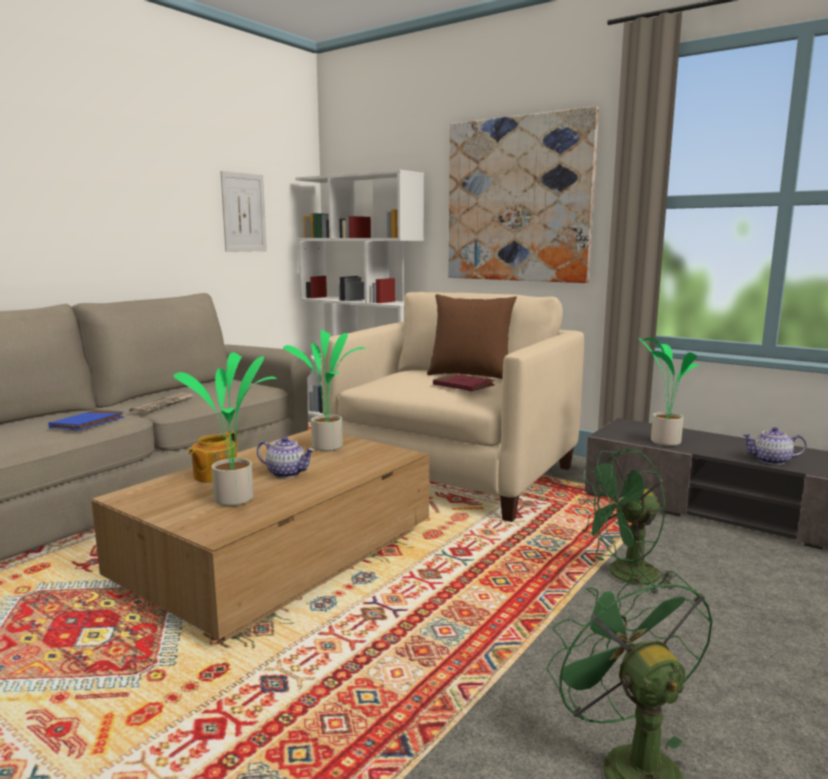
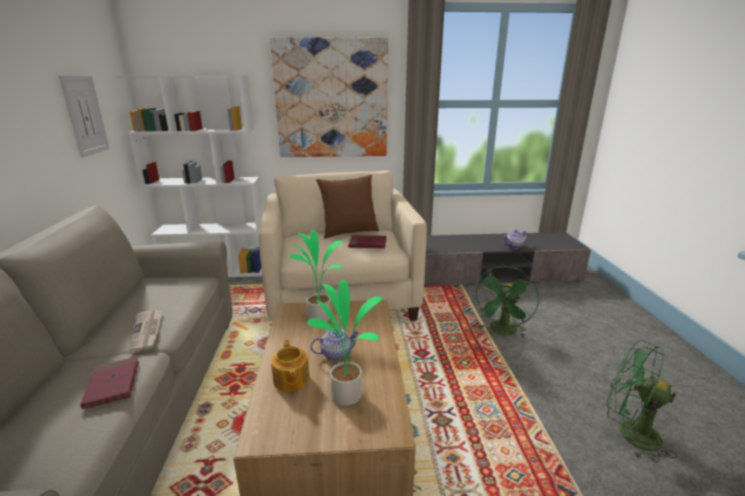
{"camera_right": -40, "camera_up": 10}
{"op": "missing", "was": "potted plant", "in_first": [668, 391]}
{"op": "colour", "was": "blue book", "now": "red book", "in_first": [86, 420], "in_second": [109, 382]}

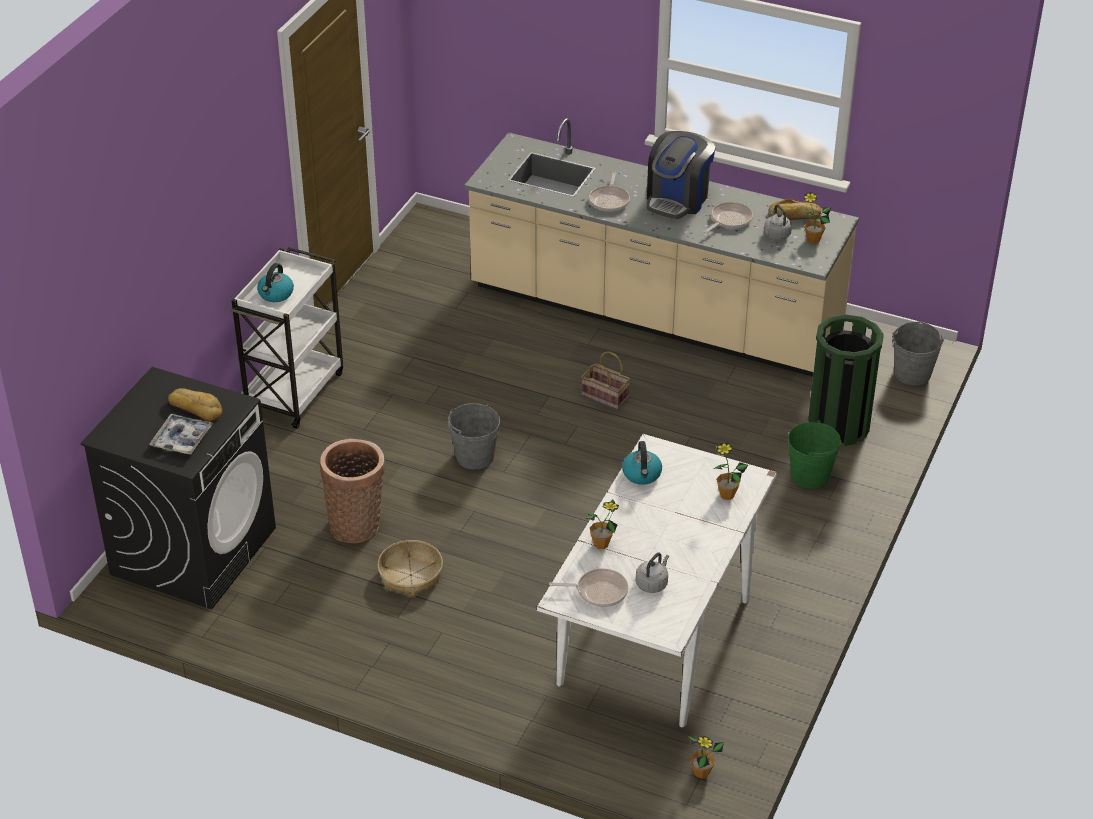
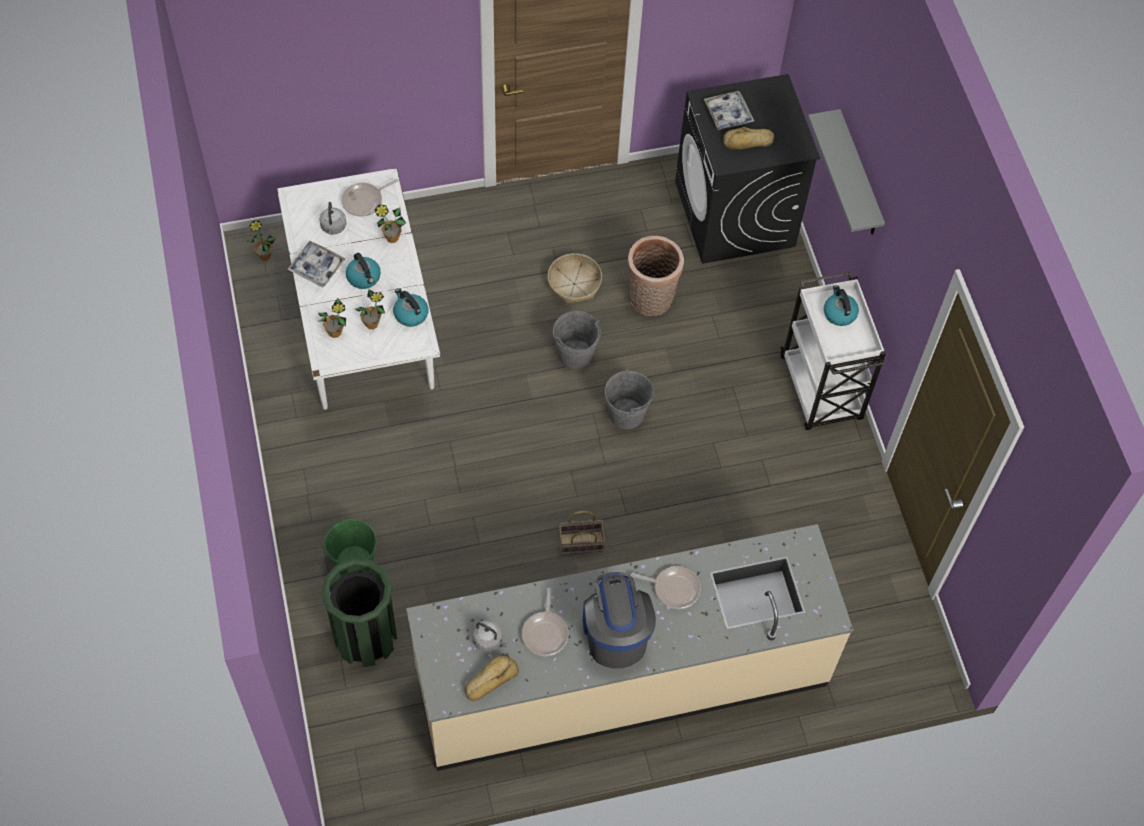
{"camera_right": 140, "camera_up": 20}
{"op": "spun", "was": "frying pan", "in_first": [609, 192], "in_second": [666, 587], "clockwise": 135}
{"op": "relocated", "was": "potted plant", "in_first": [817, 218], "in_second": [369, 309]}
{"op": "relocated", "was": "grey bucket", "in_first": [918, 353], "in_second": [577, 340]}
{"op": "appeared", "now": "grey shelf", "in_second": [846, 172]}
{"op": "appeared", "now": "tray", "in_second": [316, 264]}
{"op": "appeared", "now": "kettle", "in_second": [363, 271]}

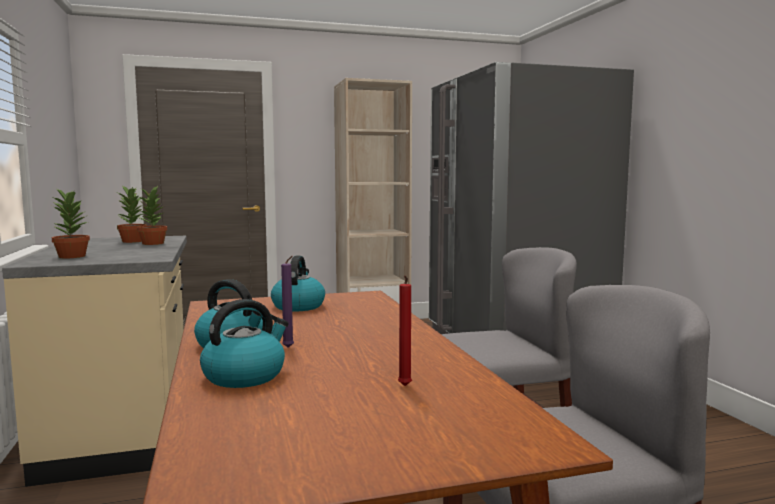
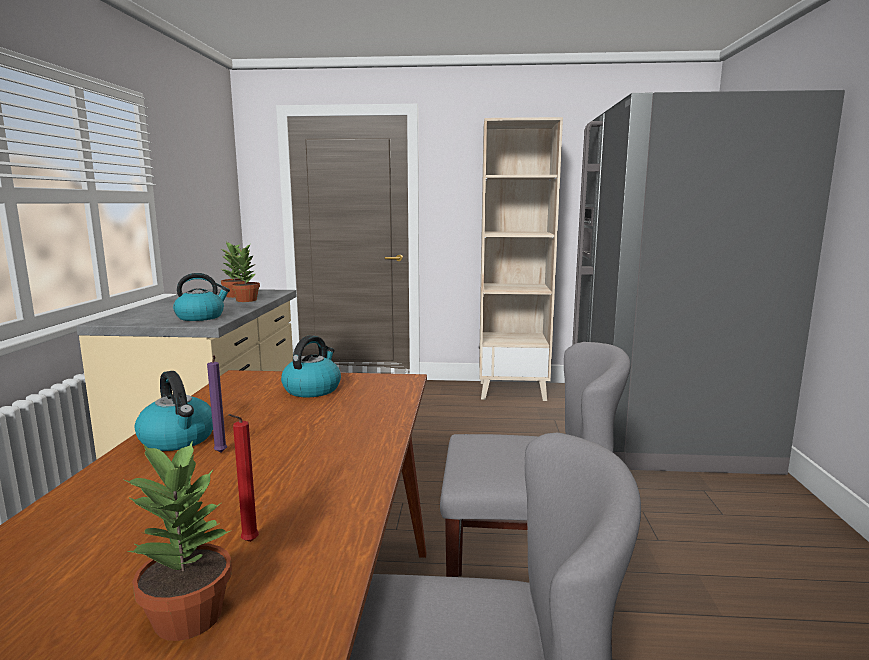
{"camera_right": 20, "camera_up": 5}
{"op": "relocated", "was": "potted plant", "in_first": [70, 223], "in_second": [178, 540]}
{"op": "relocated", "was": "kettle", "in_first": [244, 343], "in_second": [201, 297]}

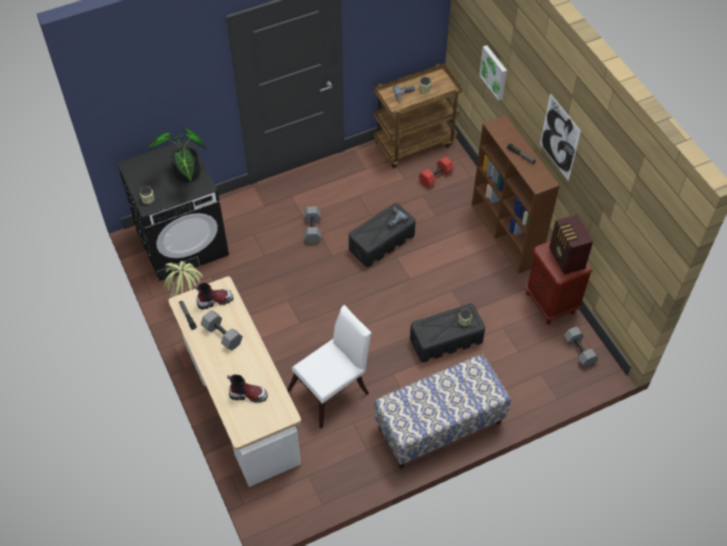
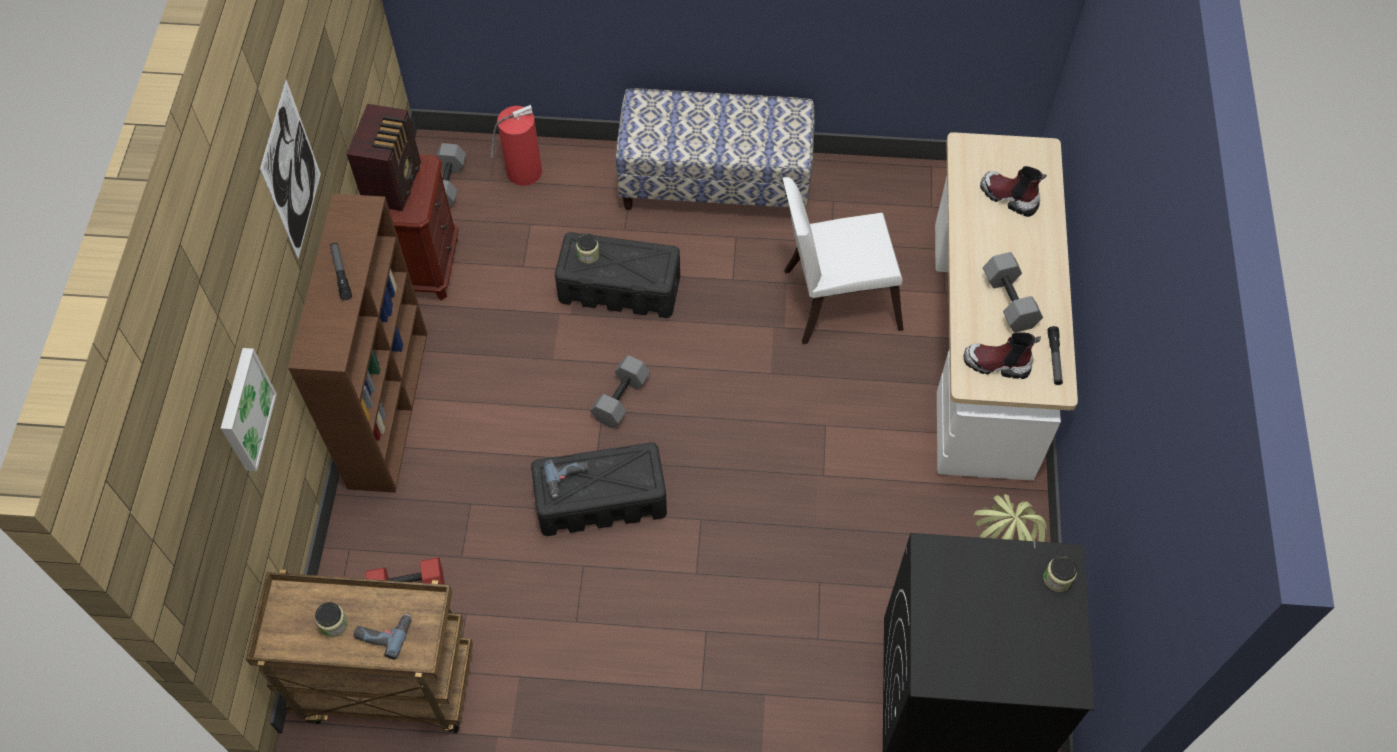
{"camera_right": -150, "camera_up": 5}
{"op": "missing", "was": "potted plant", "in_first": [176, 155]}
{"op": "relocated", "was": "grey dumbbell", "in_first": [312, 225], "in_second": [620, 391]}
{"op": "appeared", "now": "fire extinguisher", "in_second": [516, 145]}

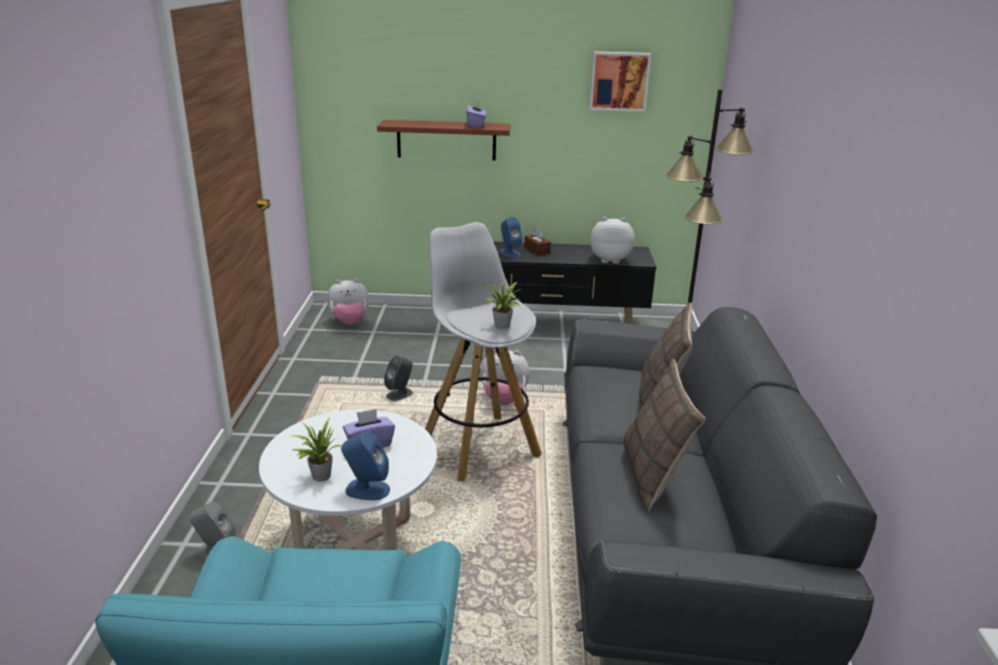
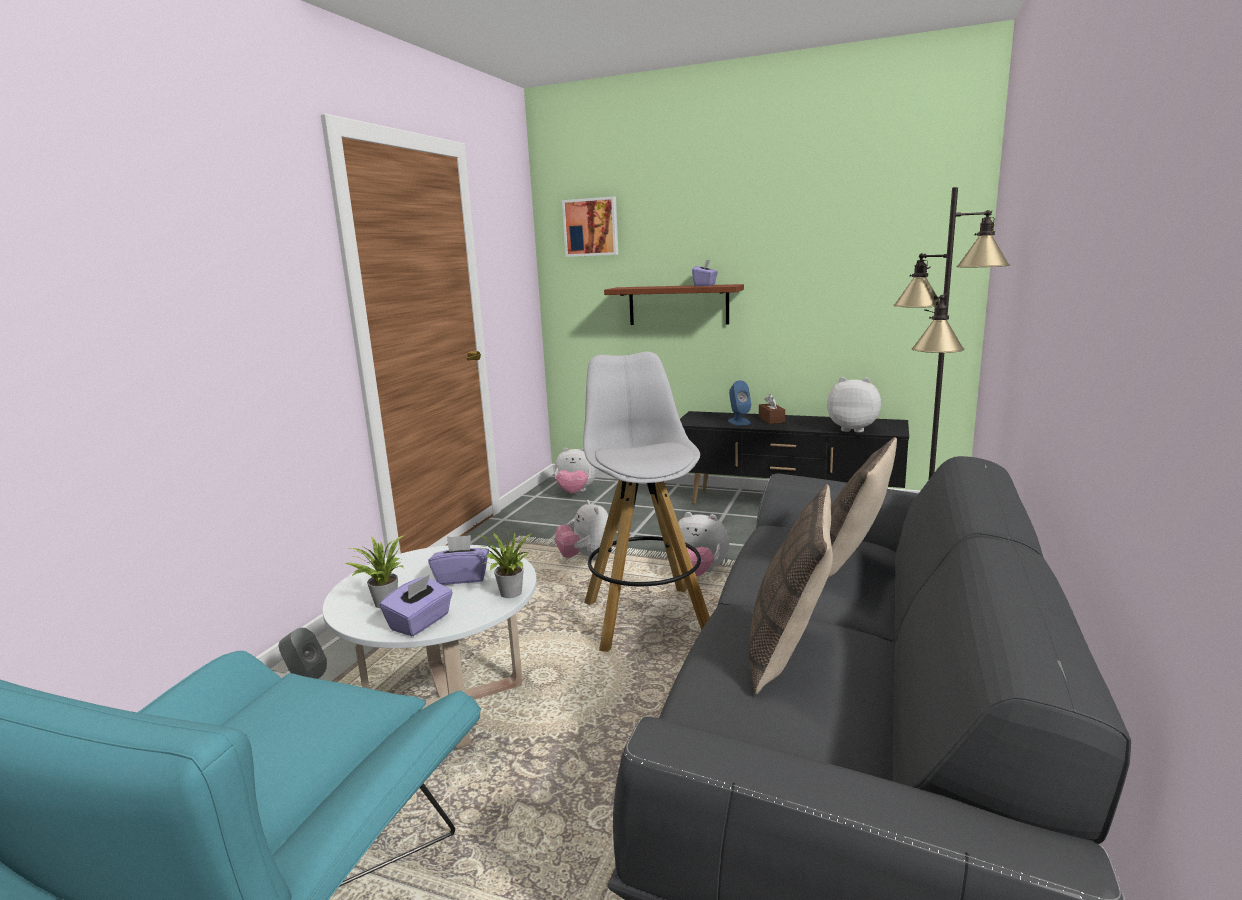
{"camera_right": 20, "camera_up": -10}
{"op": "relocated", "was": "picture", "in_first": [620, 81], "in_second": [590, 226]}
{"op": "relocated", "was": "potted plant", "in_first": [500, 305], "in_second": [504, 564]}
{"op": "exchanged", "was": "grey speaker", "now": "plush toy", "in_first": [398, 378], "in_second": [584, 530]}
{"op": "exchanged", "was": "blue speaker", "now": "purple tissue box", "in_first": [365, 465], "in_second": [416, 606]}

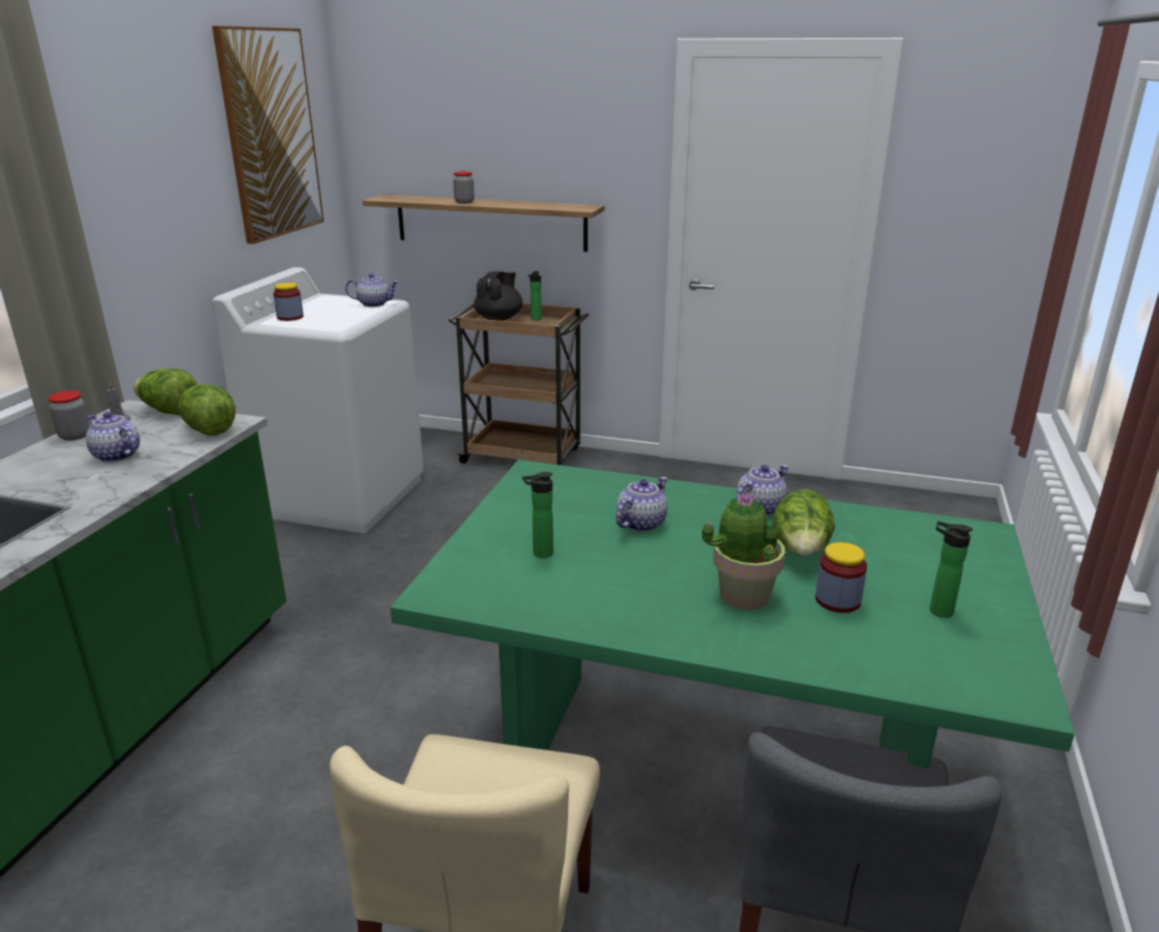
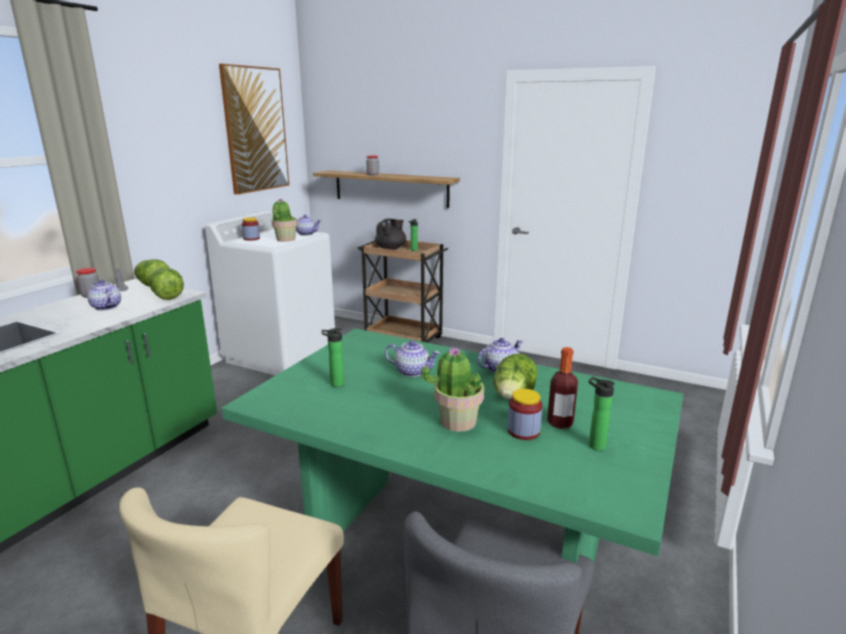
{"camera_right": 10, "camera_up": -5}
{"op": "spun", "was": "teapot", "in_first": [642, 504], "in_second": [412, 358], "clockwise": 60}
{"op": "appeared", "now": "potted plant", "in_second": [284, 220]}
{"op": "appeared", "now": "bottle", "in_second": [562, 388]}

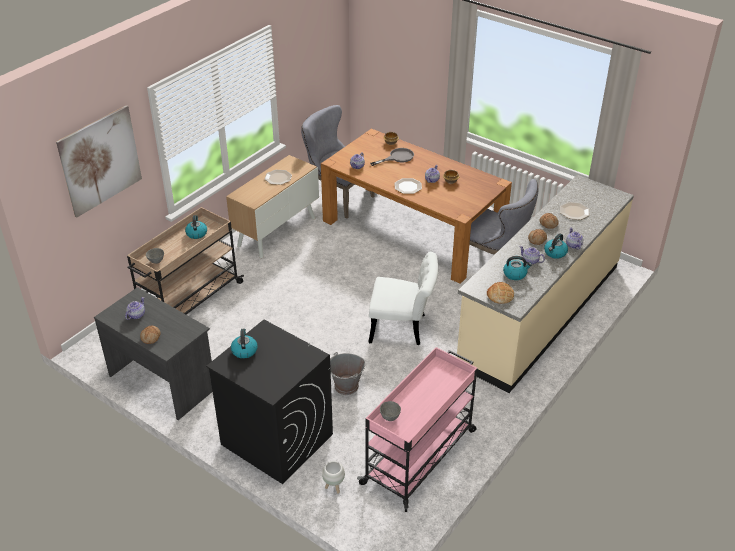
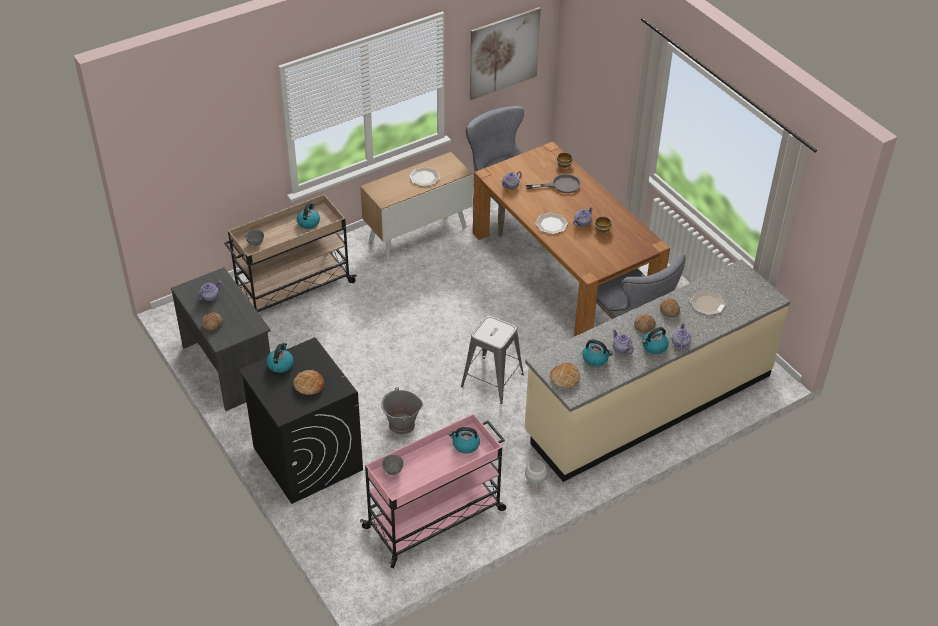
{"camera_right": 20, "camera_up": 5}
{"op": "relocated", "was": "picture", "in_first": [99, 161], "in_second": [505, 53]}
{"op": "exchanged", "was": "white chair", "now": "grey stool", "in_first": [403, 298], "in_second": [492, 360]}
{"op": "relocated", "was": "white planter", "in_first": [333, 477], "in_second": [536, 476]}
{"op": "appeared", "now": "bread", "in_second": [308, 382]}
{"op": "appeared", "now": "kettle", "in_second": [464, 440]}

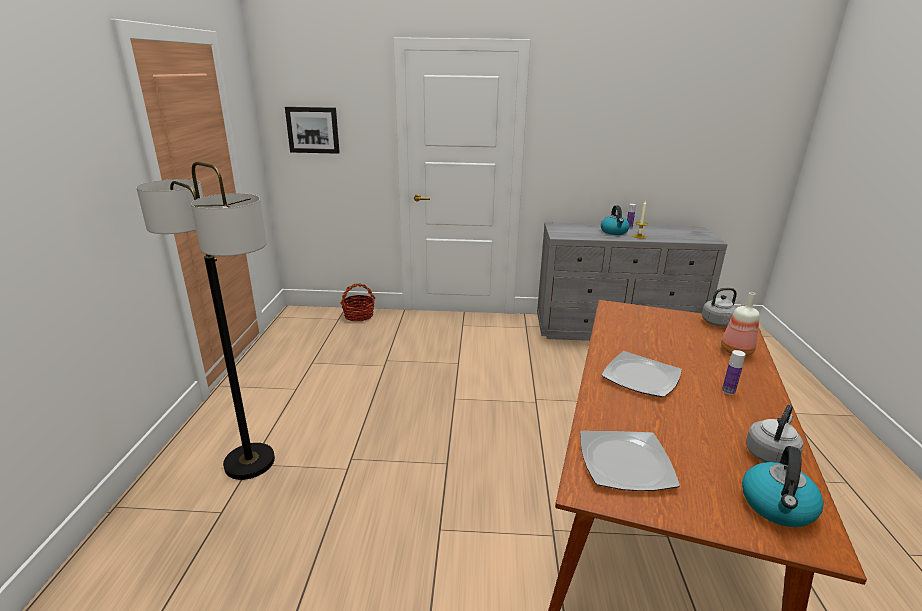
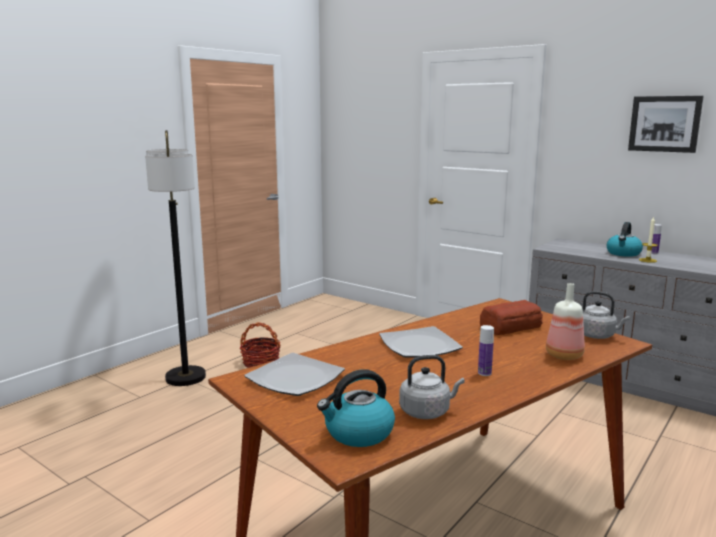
{"camera_right": 35, "camera_up": -10}
{"op": "relocated", "was": "picture", "in_first": [312, 130], "in_second": [666, 124]}
{"op": "relocated", "was": "basket", "in_first": [358, 302], "in_second": [260, 345]}
{"op": "appeared", "now": "bread", "in_second": [511, 317]}

